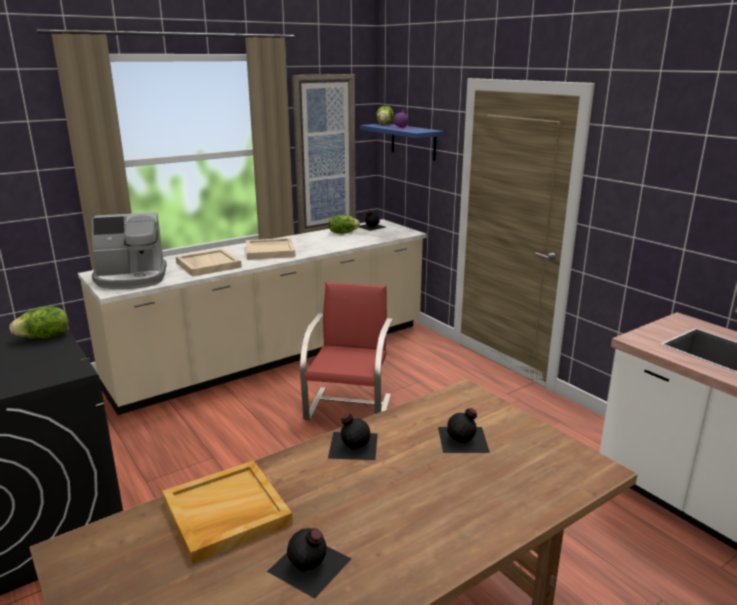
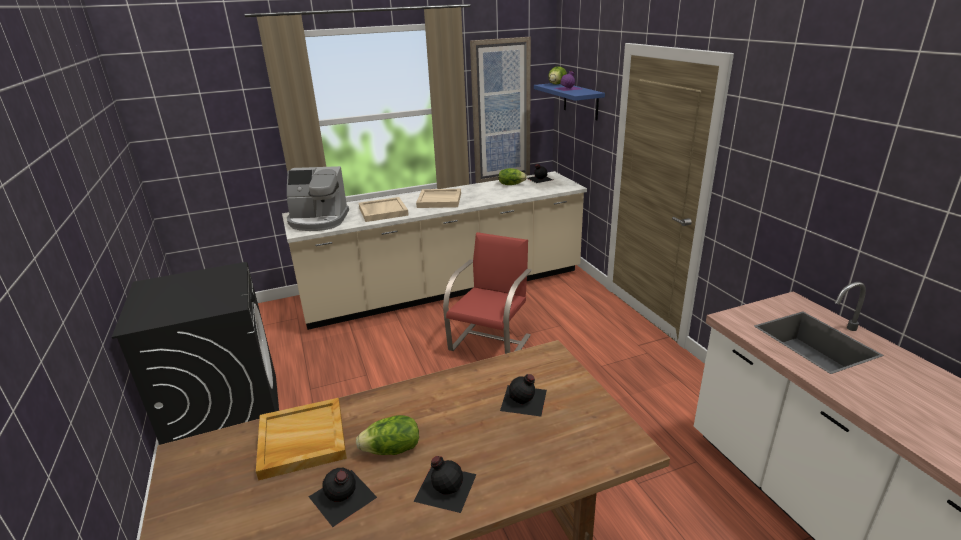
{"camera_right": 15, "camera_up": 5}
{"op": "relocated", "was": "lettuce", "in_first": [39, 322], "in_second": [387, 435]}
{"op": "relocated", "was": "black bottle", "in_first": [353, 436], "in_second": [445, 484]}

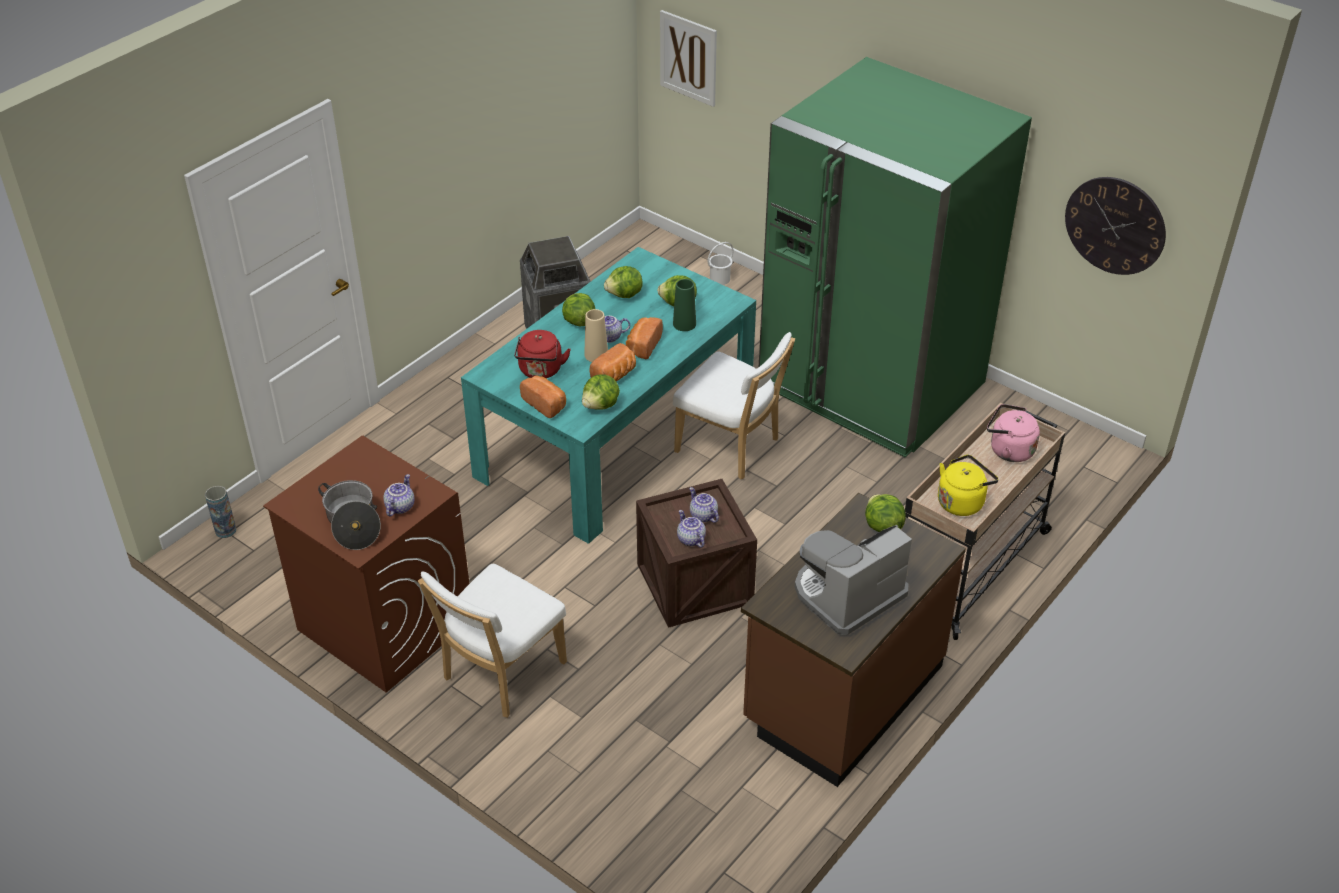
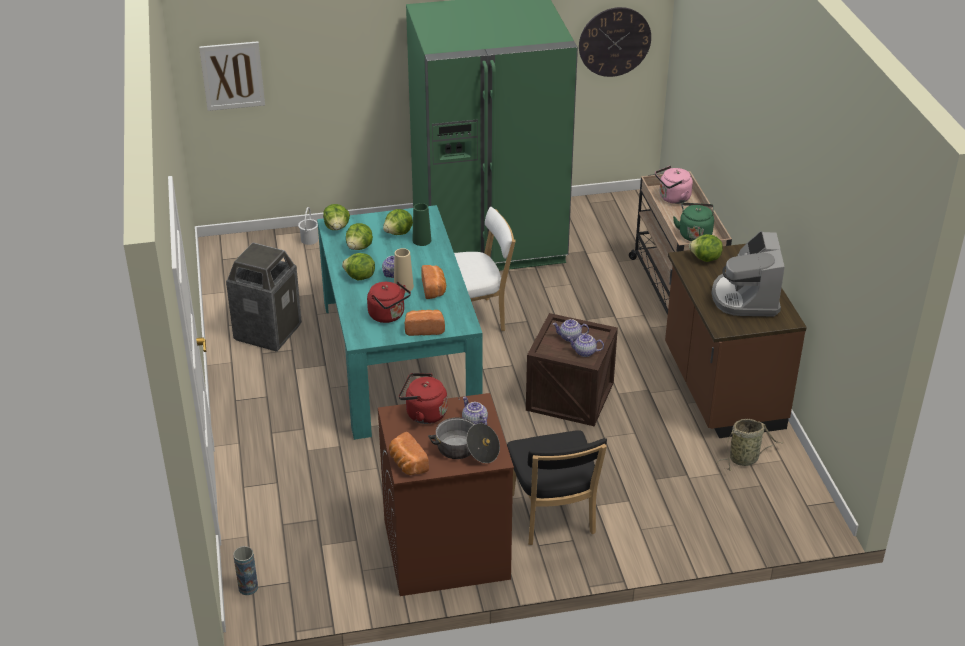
{"camera_right": -50, "camera_up": -5}
{"op": "relocated", "was": "bread", "in_first": [644, 338], "in_second": [409, 453]}
{"op": "relocated", "was": "lettuce", "in_first": [601, 392], "in_second": [336, 217]}
{"op": "colour", "was": "yellow kettle", "now": "green kettle", "in_first": [968, 485], "in_second": [693, 222]}
{"op": "colour", "was": "white chair", "now": "black chair", "in_first": [492, 641], "in_second": [557, 487]}
{"op": "appeared", "now": "red kettle", "in_second": [423, 398]}
{"op": "appeared", "now": "basket", "in_second": [750, 445]}

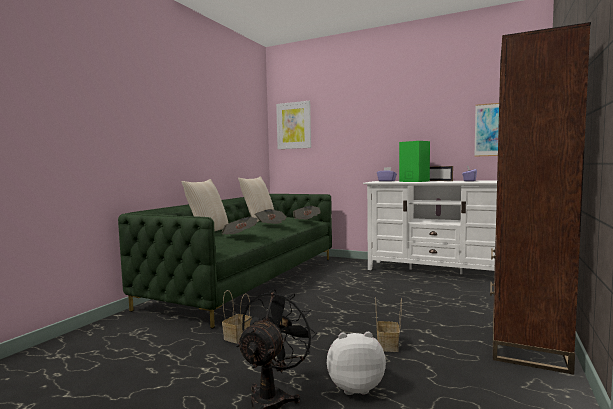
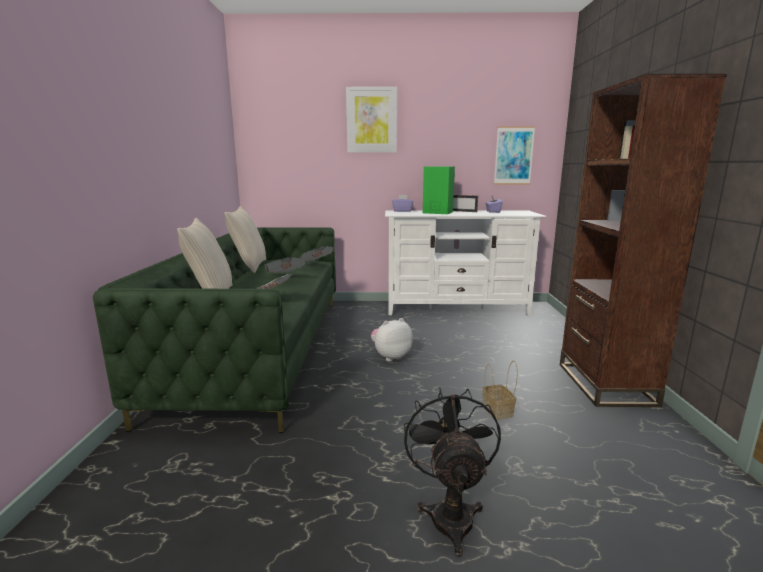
{"camera_right": -25, "camera_up": 10}
{"op": "relocated", "was": "picture", "in_first": [293, 125], "in_second": [371, 120]}
{"op": "missing", "was": "basket", "in_first": [237, 316]}
{"op": "relocated", "was": "plush toy", "in_first": [356, 363], "in_second": [392, 339]}

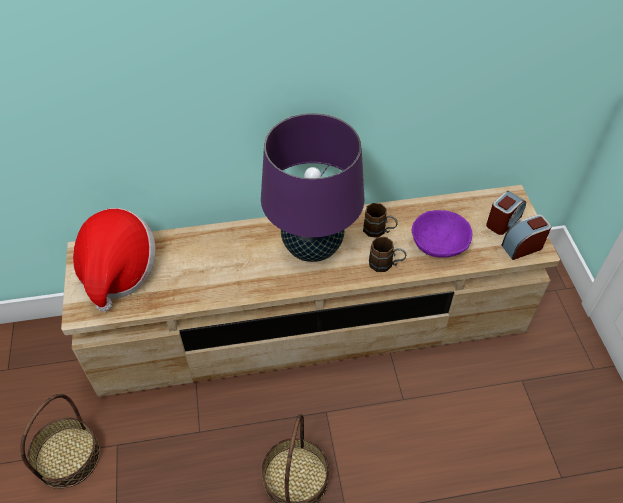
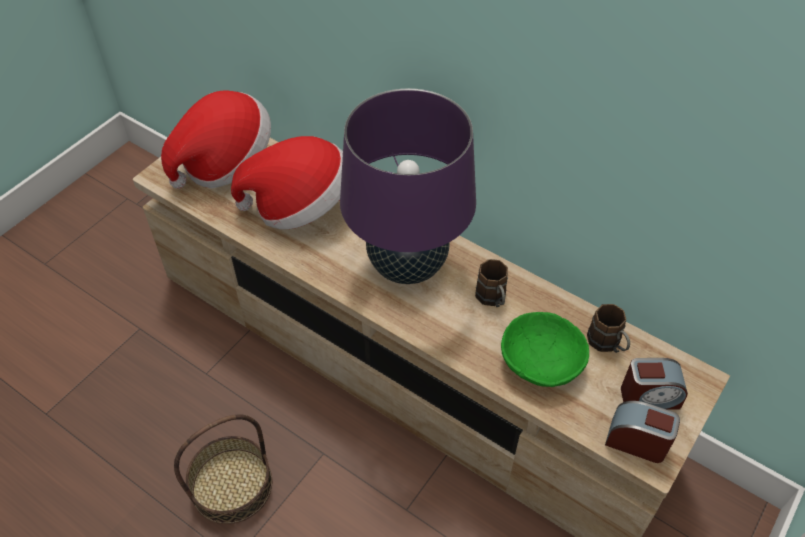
{"camera_right": 45, "camera_up": 0}
{"op": "colour", "was": "purple bowl", "now": "green bowl", "in_first": [442, 234], "in_second": [545, 349]}
{"op": "relocated", "was": "brown mug", "in_first": [387, 254], "in_second": [608, 328]}
{"op": "missing", "was": "basket", "in_first": [60, 441]}
{"op": "appeared", "now": "hat", "in_second": [287, 182]}

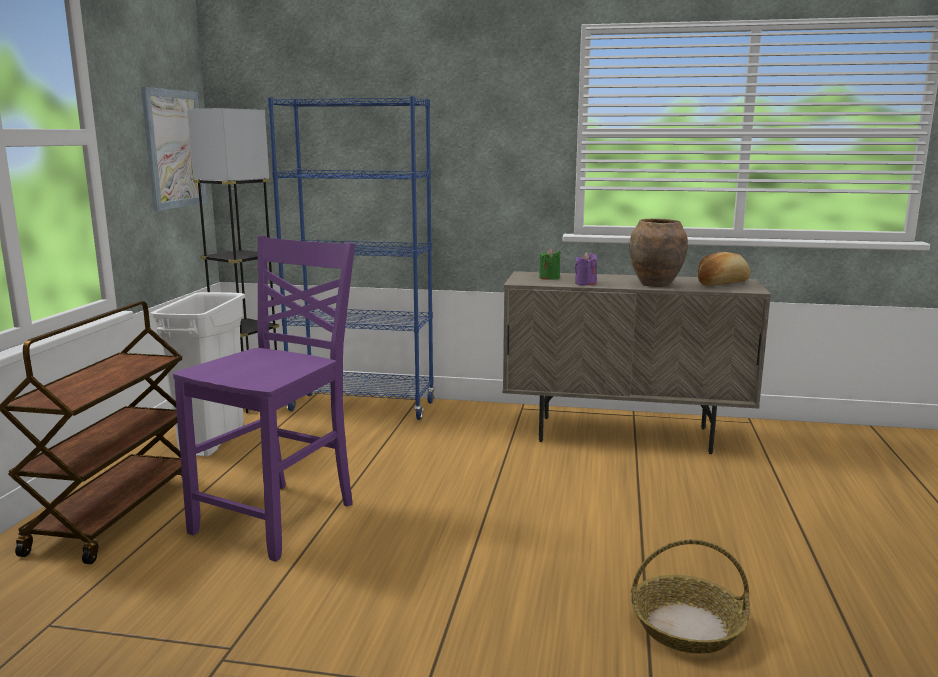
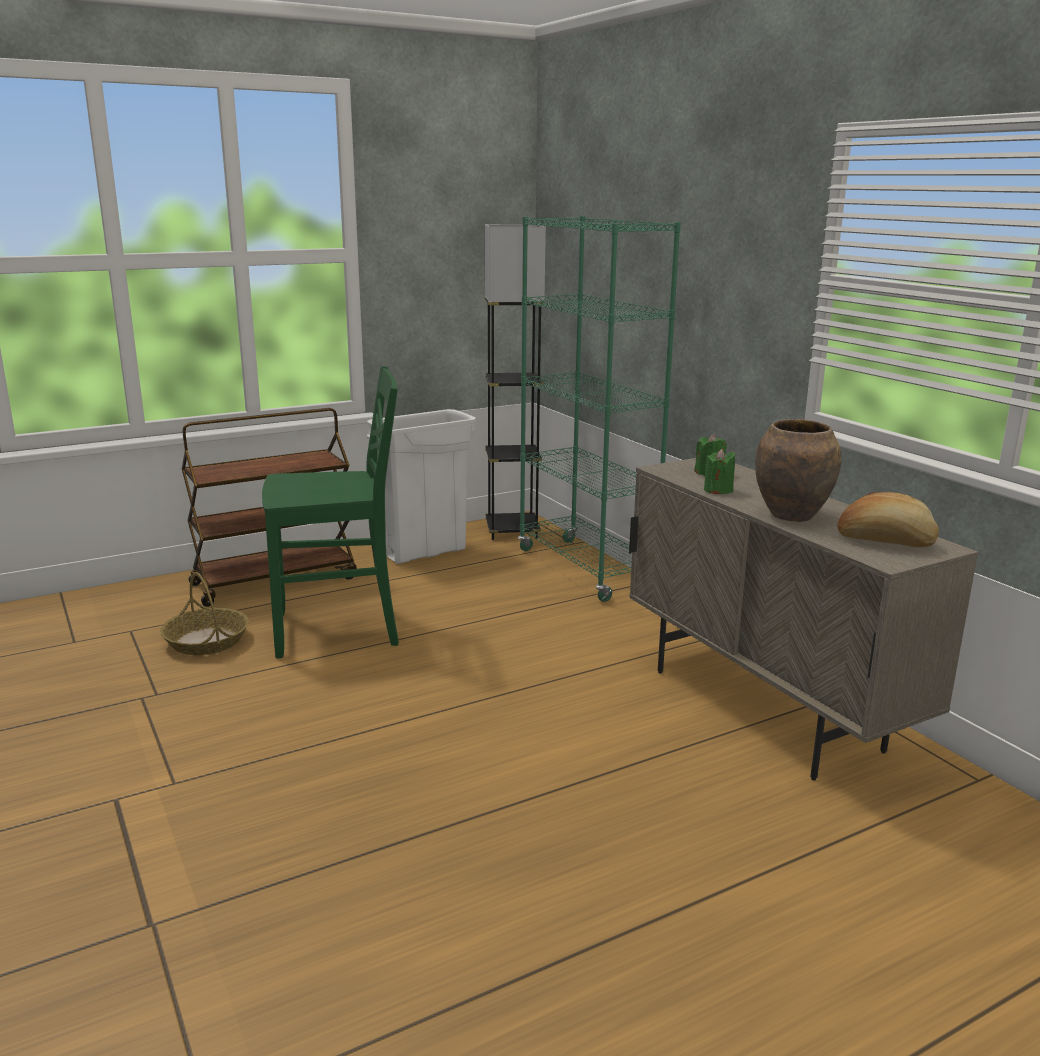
{"camera_right": 50, "camera_up": 5}
{"op": "missing", "was": "picture", "in_first": [174, 149]}
{"op": "colour", "was": "blue bookcase", "now": "green bookcase", "in_first": [351, 258], "in_second": [599, 409]}
{"op": "colour", "was": "purple chair", "now": "green chair", "in_first": [264, 399], "in_second": [330, 512]}
{"op": "colour", "was": "purple candle", "now": "green candle", "in_first": [586, 269], "in_second": [719, 471]}
{"op": "relocated", "was": "basket", "in_first": [690, 596], "in_second": [204, 613]}

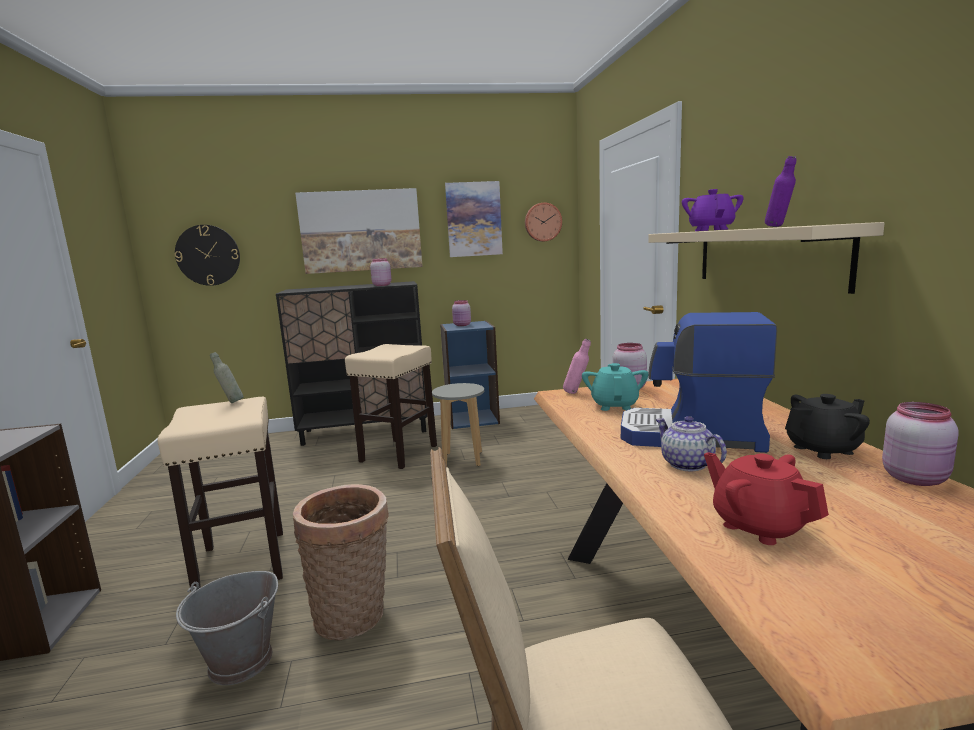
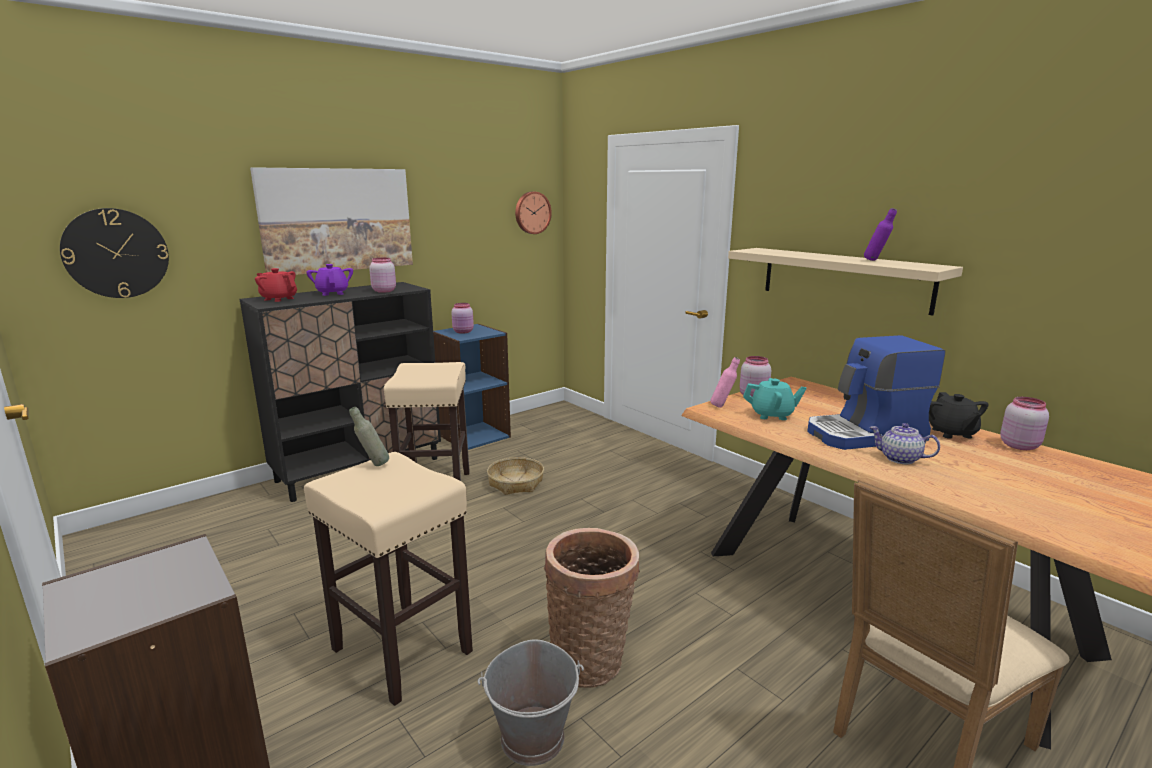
{"camera_right": -30, "camera_up": 5}
{"op": "missing", "was": "picture", "in_first": [474, 219]}
{"op": "relocated", "was": "purple teapot", "in_first": [713, 210], "in_second": [329, 280]}
{"op": "spun", "was": "turquoise teapot", "in_first": [615, 387], "in_second": [775, 399], "clockwise": 120}
{"op": "exchanged", "was": "grey stool", "now": "basket", "in_first": [458, 424], "in_second": [515, 476]}
{"op": "spun", "was": "black teapot", "in_first": [827, 426], "in_second": [958, 415], "clockwise": 135}
{"op": "relocated", "was": "red teapot", "in_first": [766, 498], "in_second": [276, 285]}

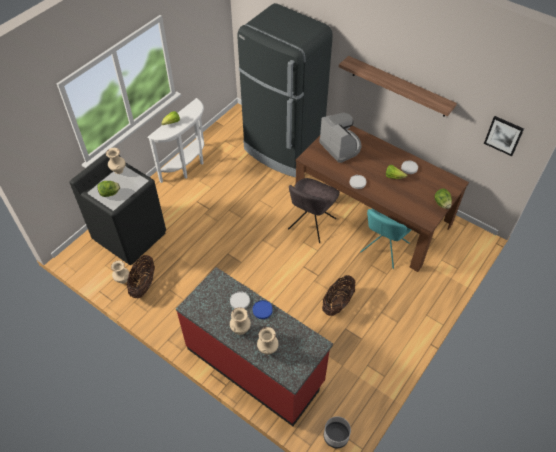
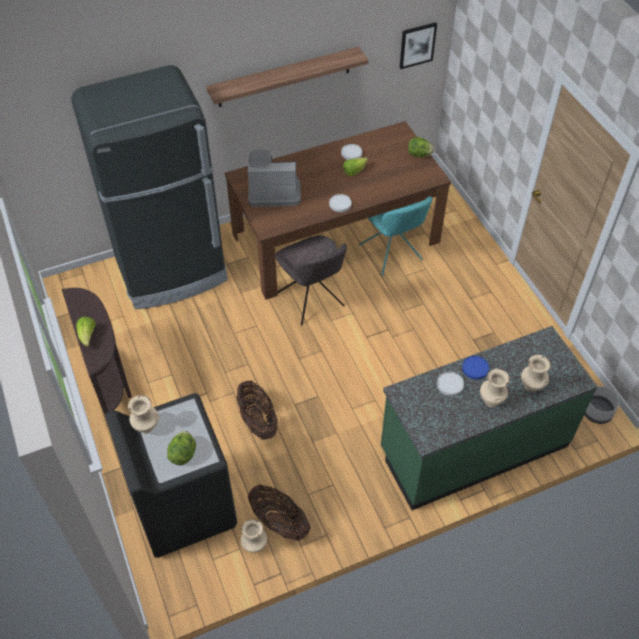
{"camera_right": -60, "camera_up": 0}
{"op": "colour", "was": "white console table", "now": "brown console table", "in_first": [176, 140], "in_second": [96, 351]}
{"op": "colour", "was": "red counter", "now": "green counter", "in_first": [254, 346], "in_second": [489, 418]}
{"op": "relocated", "was": "basket", "in_first": [338, 295], "in_second": [257, 410]}

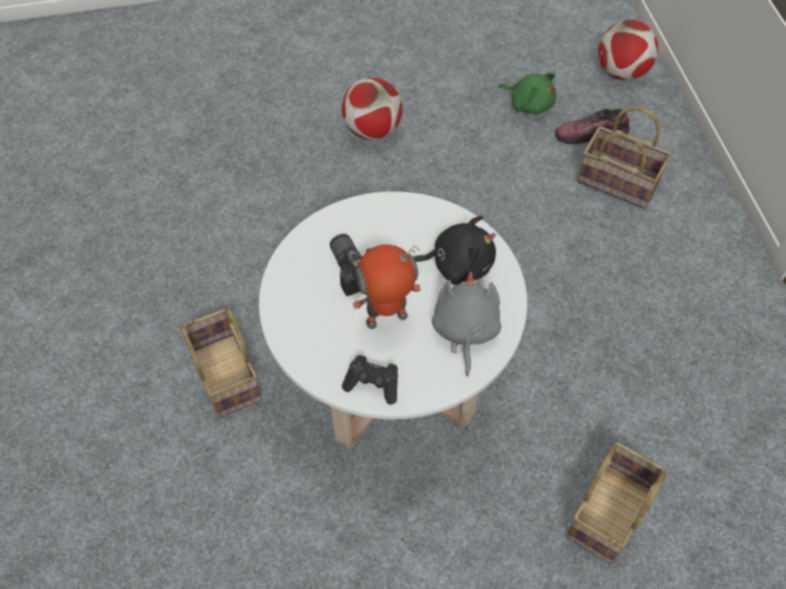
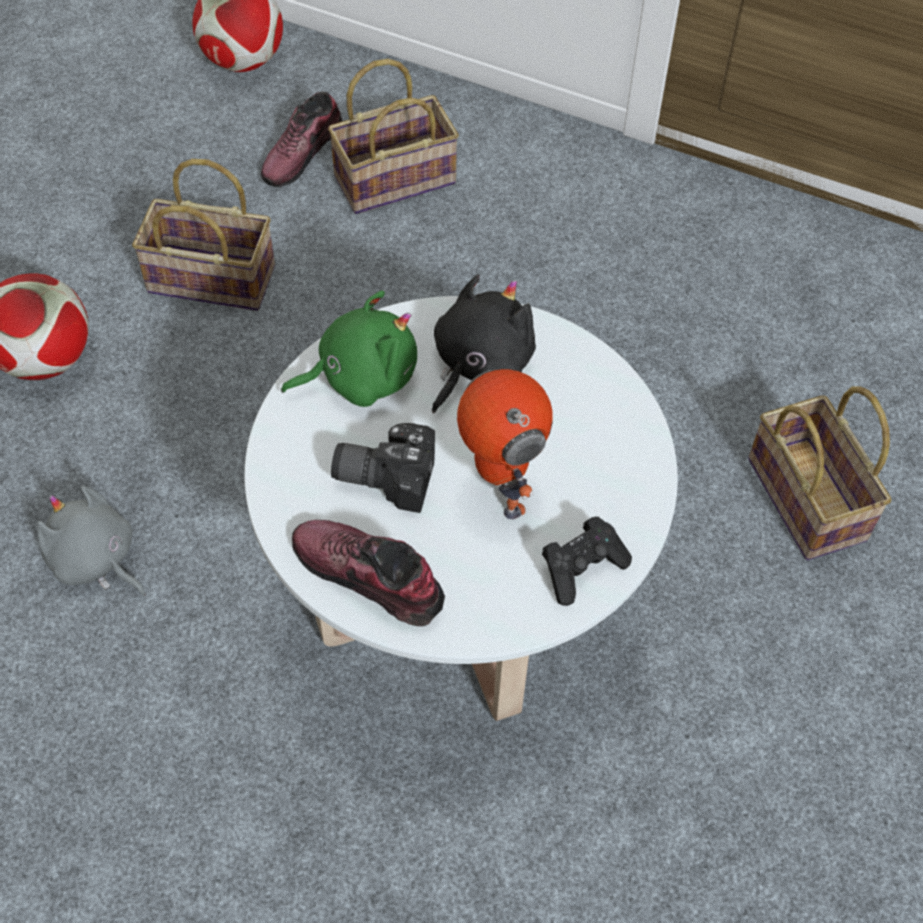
{"camera_right": -55, "camera_up": 0}
{"op": "relocated", "was": "green plush toy", "in_first": [527, 93], "in_second": [349, 349]}
{"op": "spun", "was": "toy robot", "in_first": [386, 286], "in_second": [505, 444], "clockwise": 135}
{"op": "relocated", "was": "grey plush toy", "in_first": [466, 324], "in_second": [91, 541]}
{"op": "relocated", "was": "basket", "in_first": [221, 362], "in_second": [203, 235]}
{"op": "appeared", "now": "shoe", "in_second": [368, 573]}

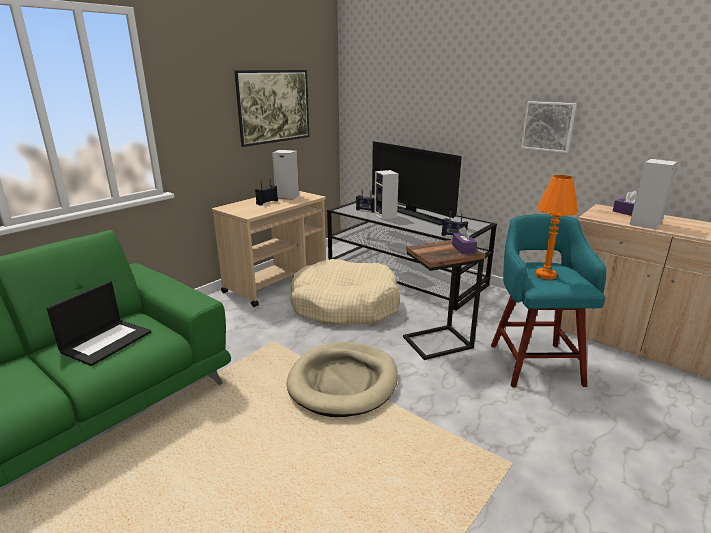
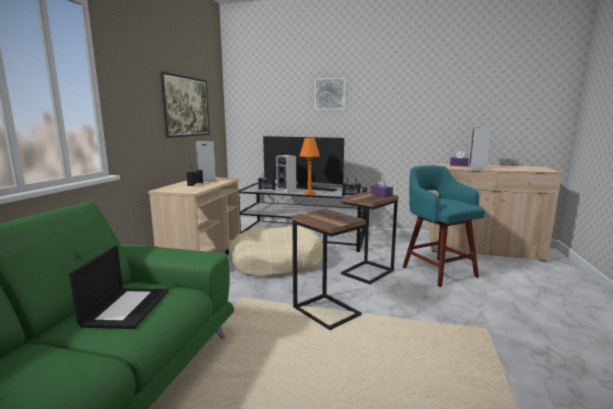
{"camera_right": -25, "camera_up": -10}
{"op": "relocated", "was": "picture", "in_first": [549, 127], "in_second": [330, 94]}
{"op": "relocated", "was": "orange table lamp", "in_first": [557, 227], "in_second": [310, 166]}
{"op": "exchanged", "was": "beige dog bed", "now": "side table", "in_first": [342, 379], "in_second": [329, 269]}

